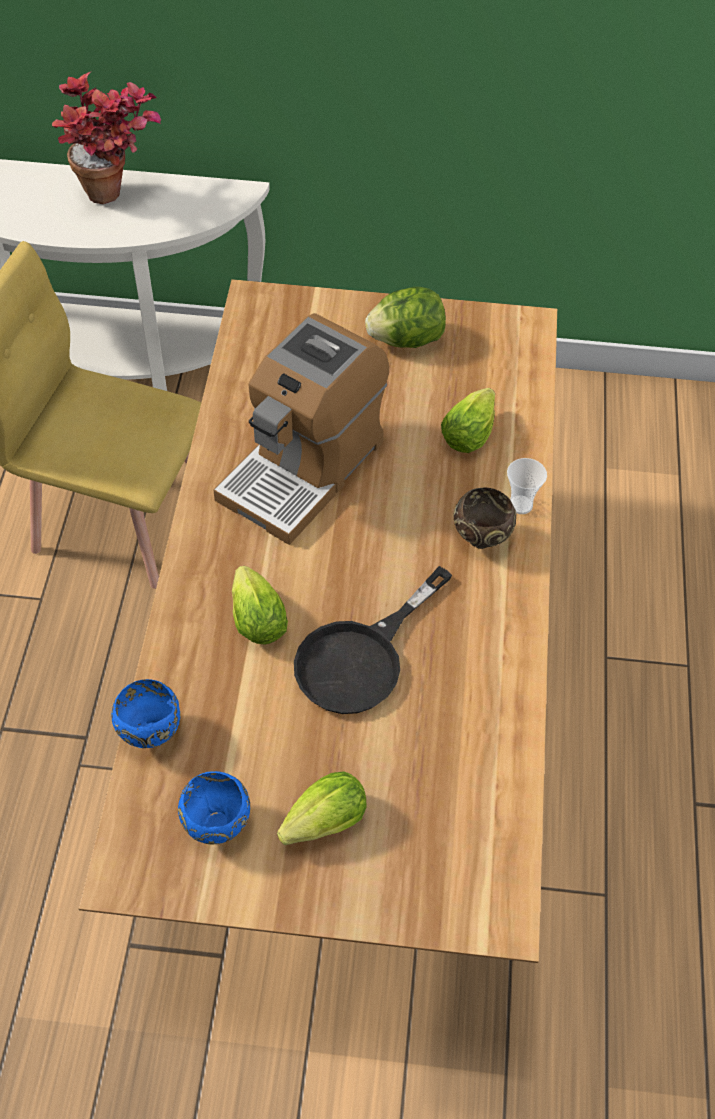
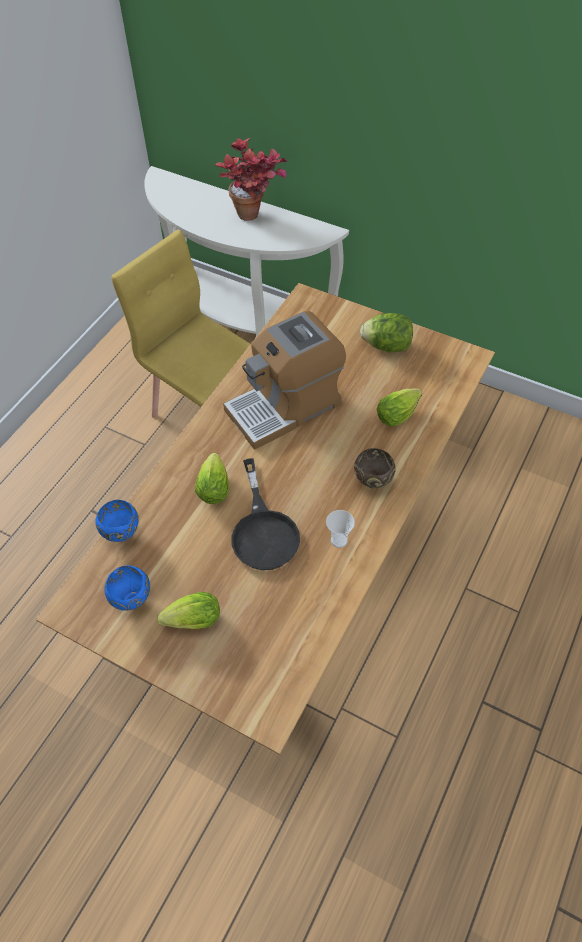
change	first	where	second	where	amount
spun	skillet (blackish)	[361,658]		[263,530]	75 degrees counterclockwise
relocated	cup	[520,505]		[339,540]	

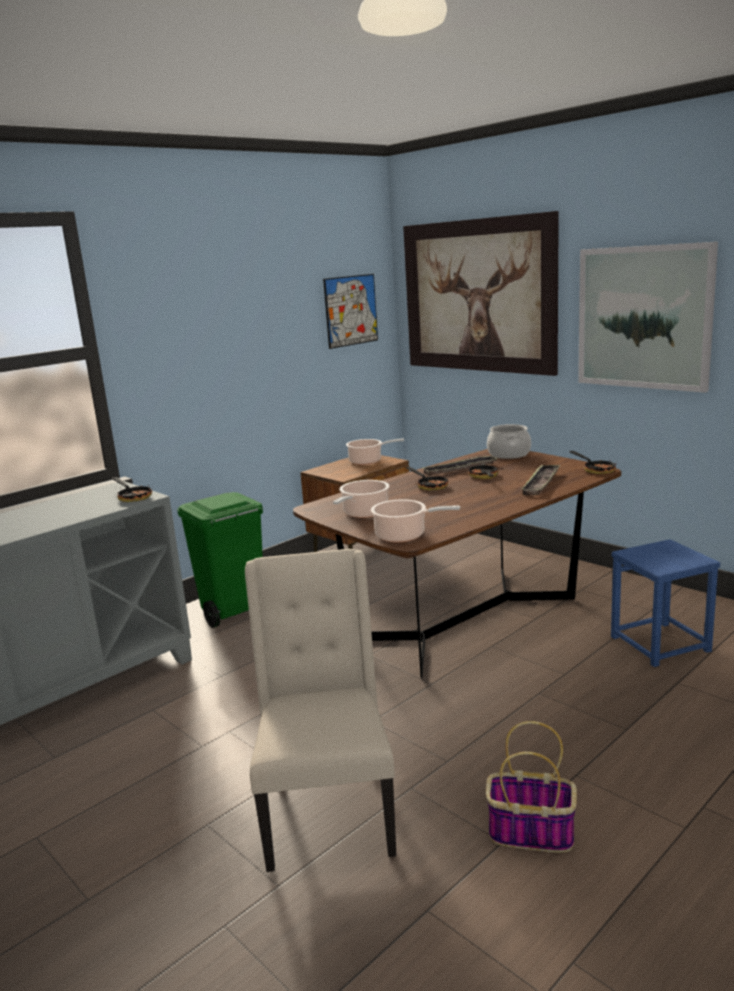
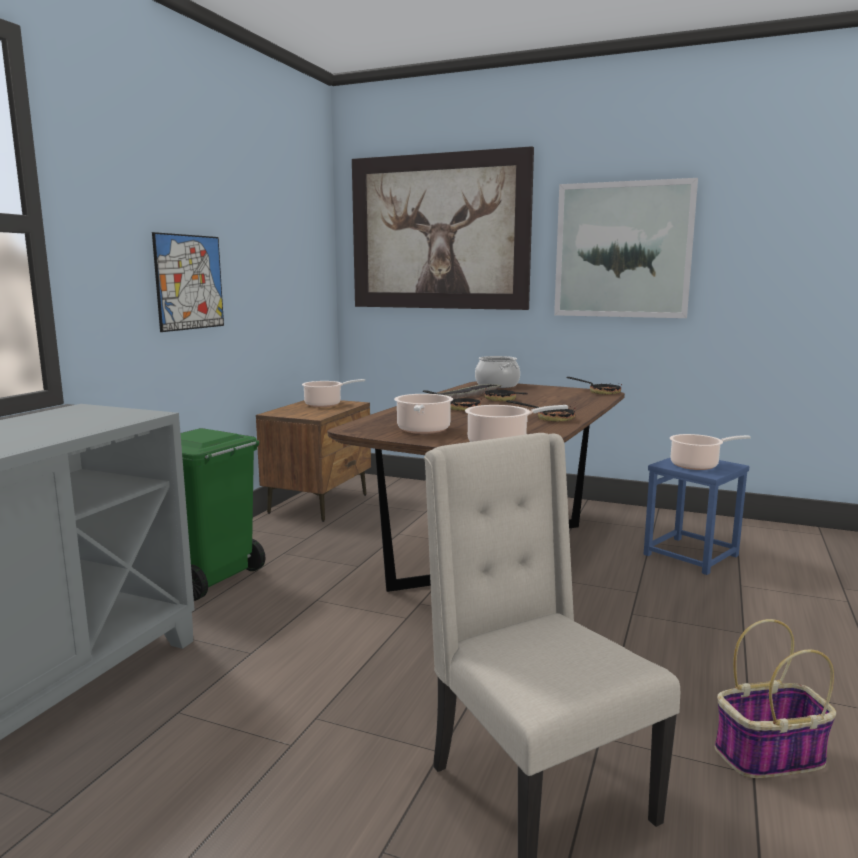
change	first	where	second	where	amount
relocated	skillet	[133,497]		[549,418]	
relocated	picture	[351,310]		[189,282]	
missing	tray	[541,483]			
appeared			stockpot	[697,465]	

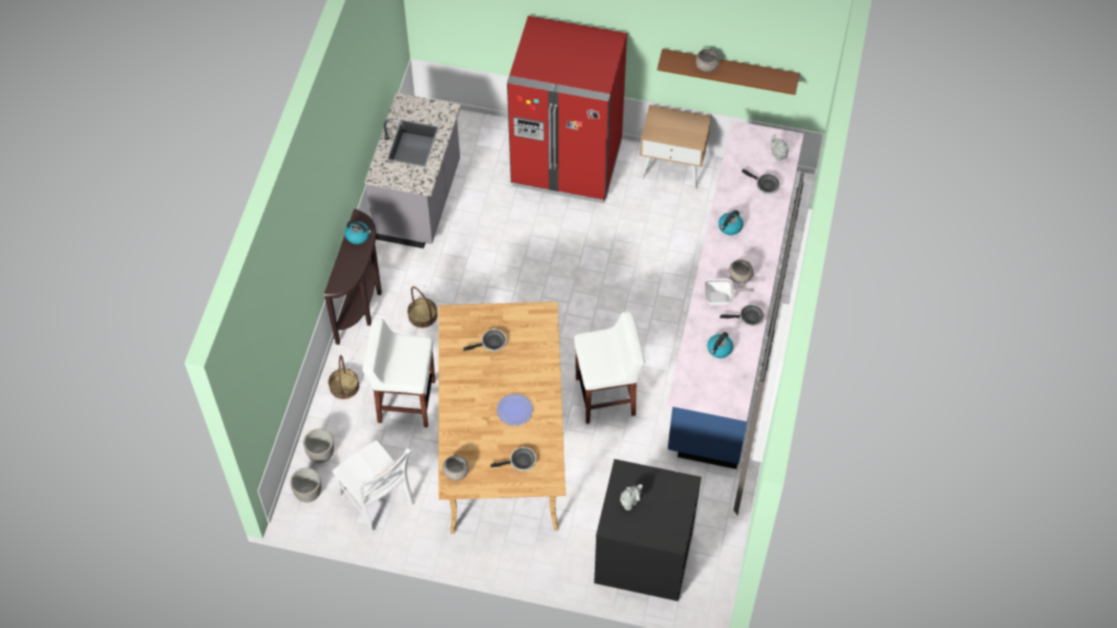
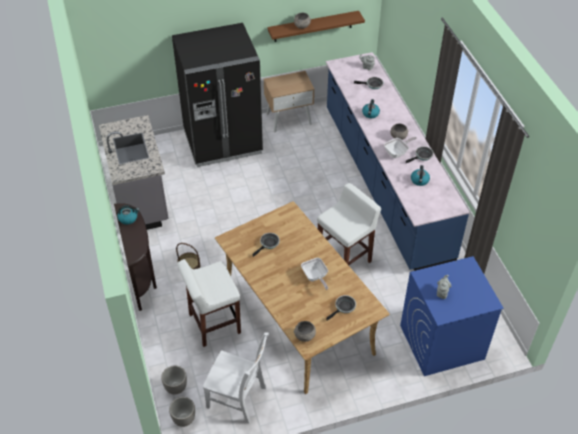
change	first	where	second	where	amount
missing	household basket	[344,386]			
exchanged	flat dish	[514,410]	skillet	[315,277]	
colour	fridge (reddish)	[566,164]	fridge (blackish)	[223,142]	
colour	laundry appliance (blackish)	[643,555]	laundry appliance (bluish)	[441,342]	

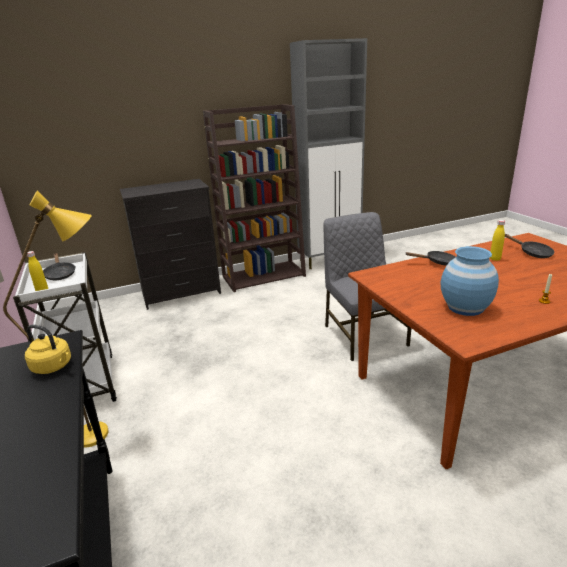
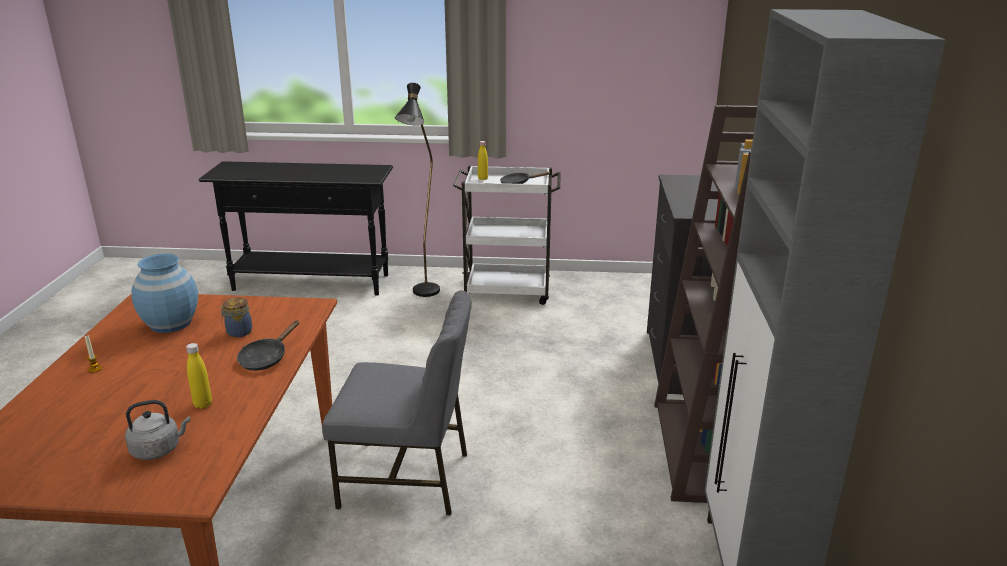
change	first	where	second	where	amount
colour	floor lamp (yellowish)	[104,431]	floor lamp (blackish)	[424,295]	
missing	water kettle (yellowish)	[53,367]			
exchanged	skillet (blackish)	[532,253]	water kettle (grey)	[159,449]	
appeared			preserve jar	[238,332]	

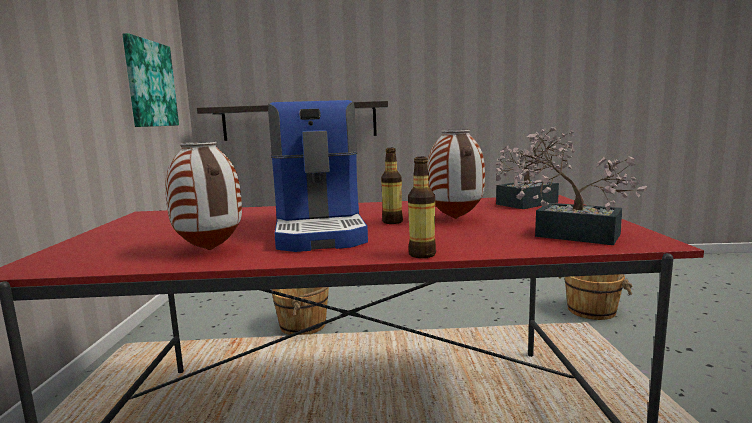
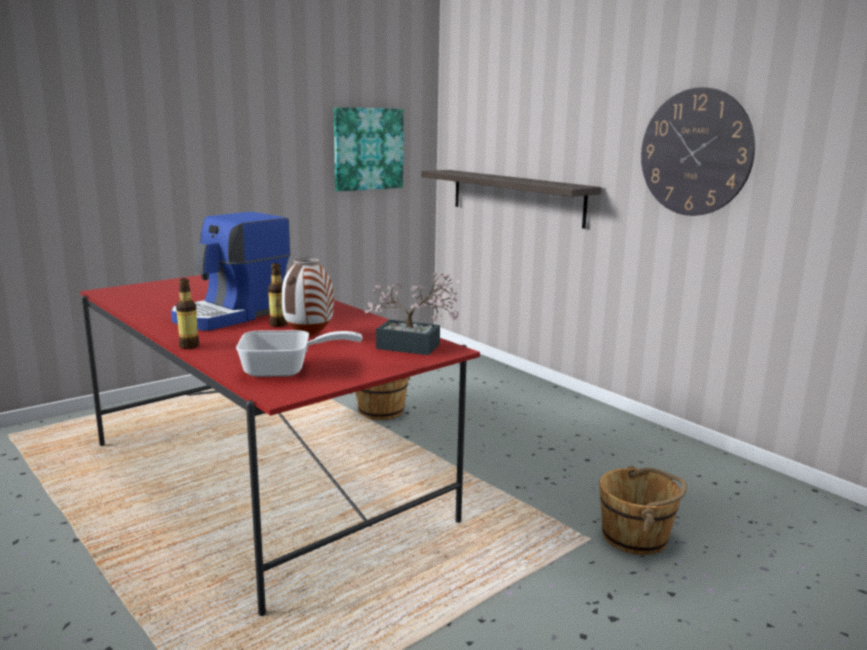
change	first	where	second	where	amount
missing	decorative vase	[211,250]			
exchanged	plant in a pot	[567,234]	skillet	[286,370]	
appeared			hanging clock	[695,152]	

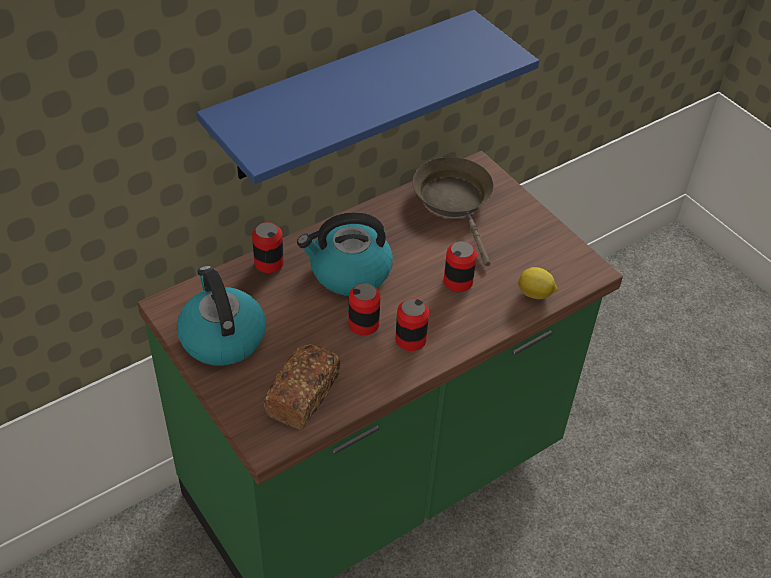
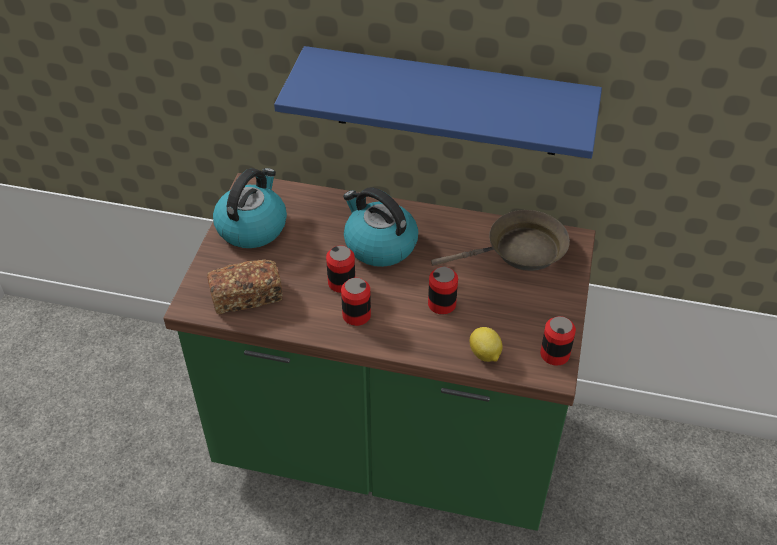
change	first	where	second	where	amount
relocated	metal can	[269,263]		[554,354]	
spun	skillet (brownish)	[455,202]		[519,251]	45 degrees clockwise

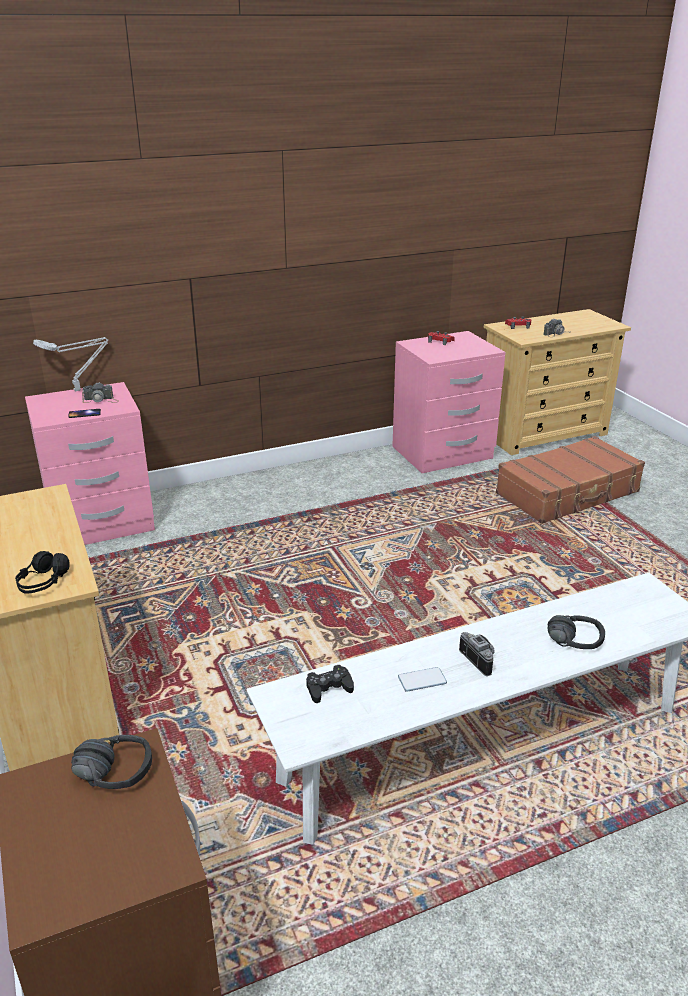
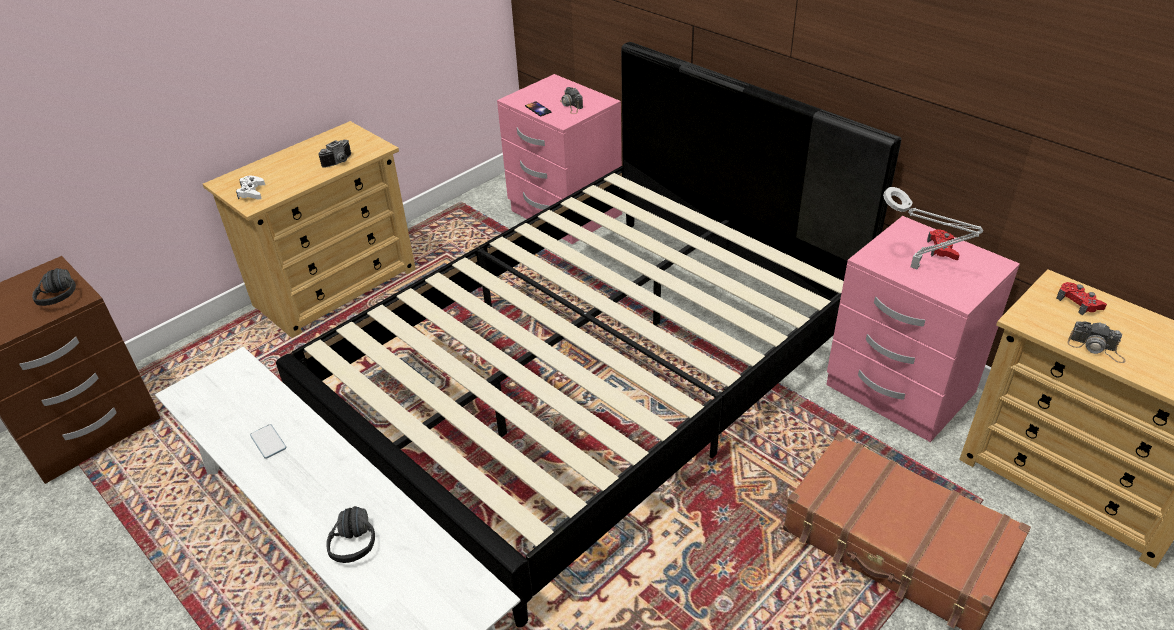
change	first	where	second	where	amount
exchanged	headphones (blackish)	[43,582]	joypad (white)	[252,192]	
relocated	table lamp (grey)	[79,390]		[918,268]	
missing	joypad (blackish)	[329,688]			
relocated	photo camera	[481,660]		[340,162]	
appeared			bed (blackish)	[591,378]	

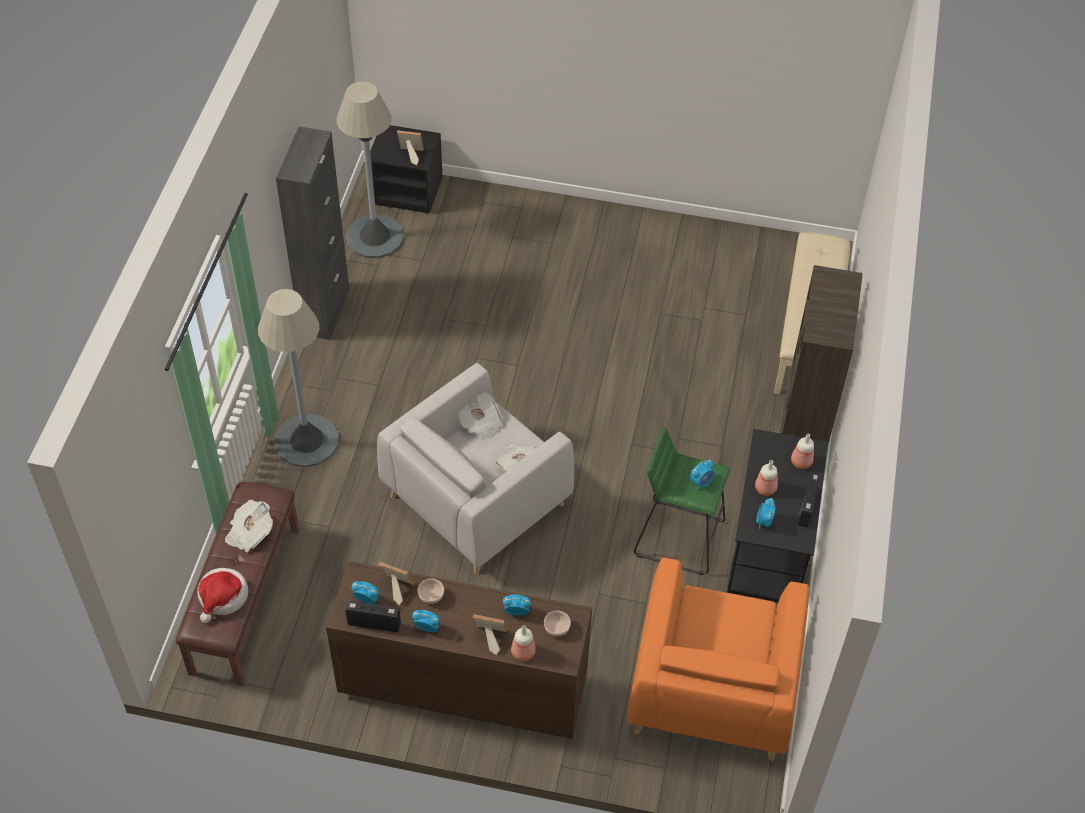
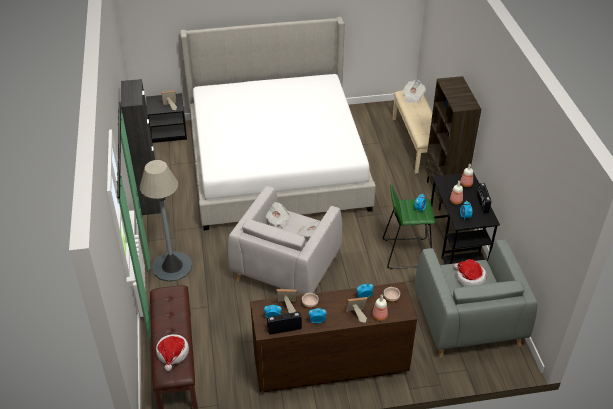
change	first	where	second	where	amount
relocated	newspaper	[249,533]		[412,97]	
missing	floor lamp (grey)	[374,237]			
colour	armchair (orangey)	[712,689]	armchair (grey)	[468,321]	
appeared			bed	[276,163]	
appeared			wearable hat	[469,278]	

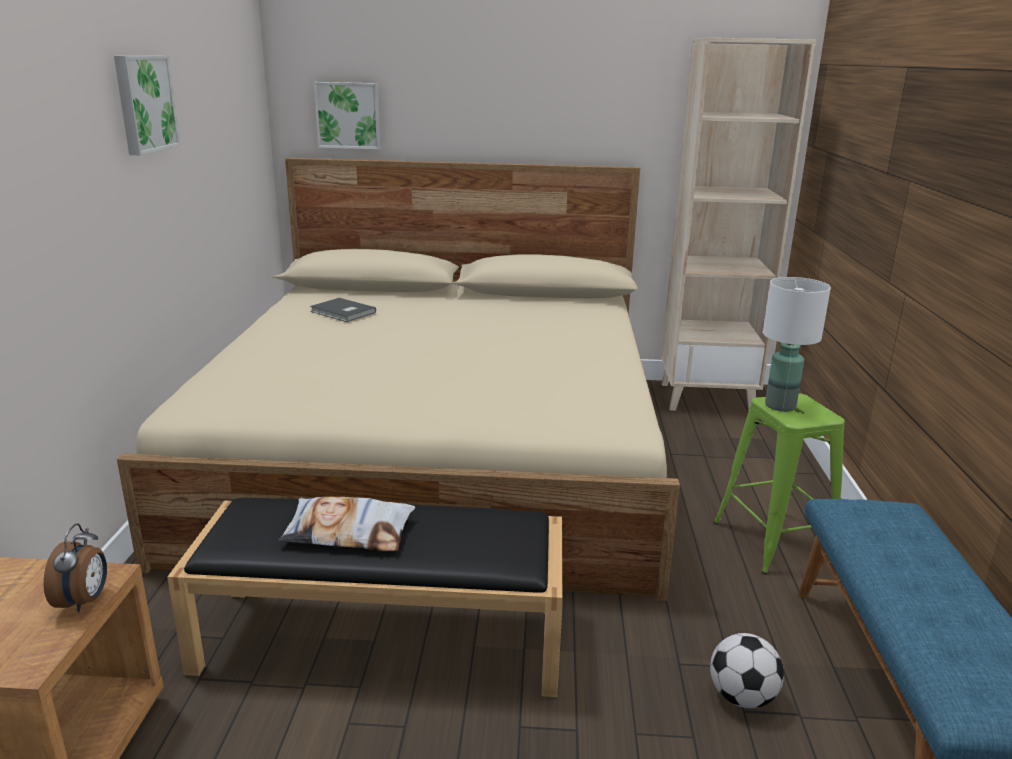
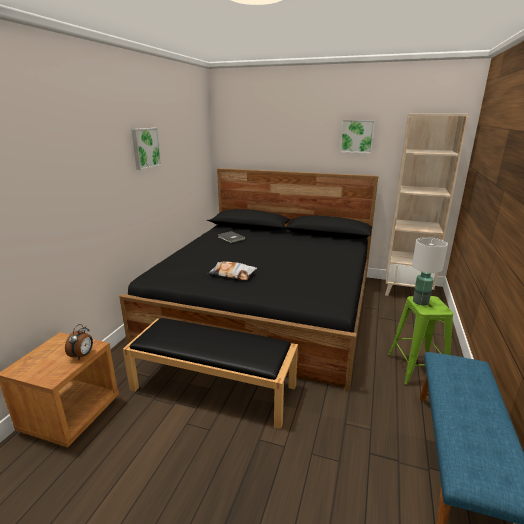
change	first	where	second	where	amount
colour	bed (beige)	[439,452]	bed (blackish)	[267,305]	
relocated	cushion	[349,532]		[232,274]	
relocated	picture	[348,115]		[357,136]	
missing	football ball	[741,697]			

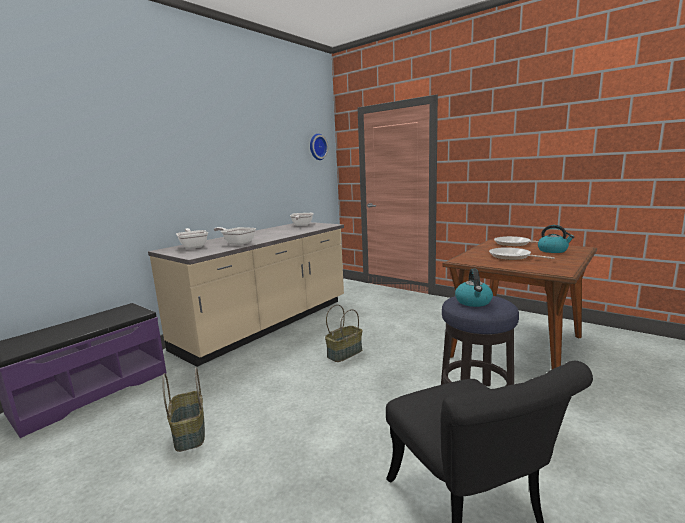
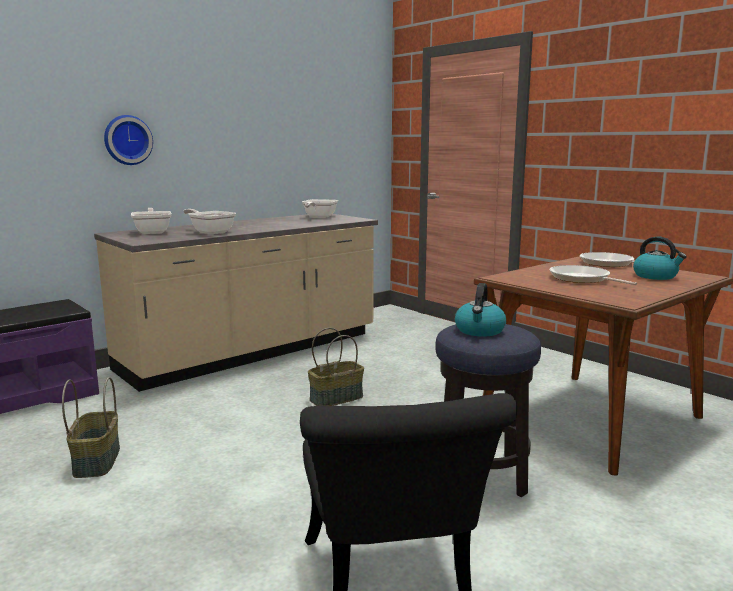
change	first	where	second	where	amount
relocated	hanging clock	[317,147]		[127,140]	

